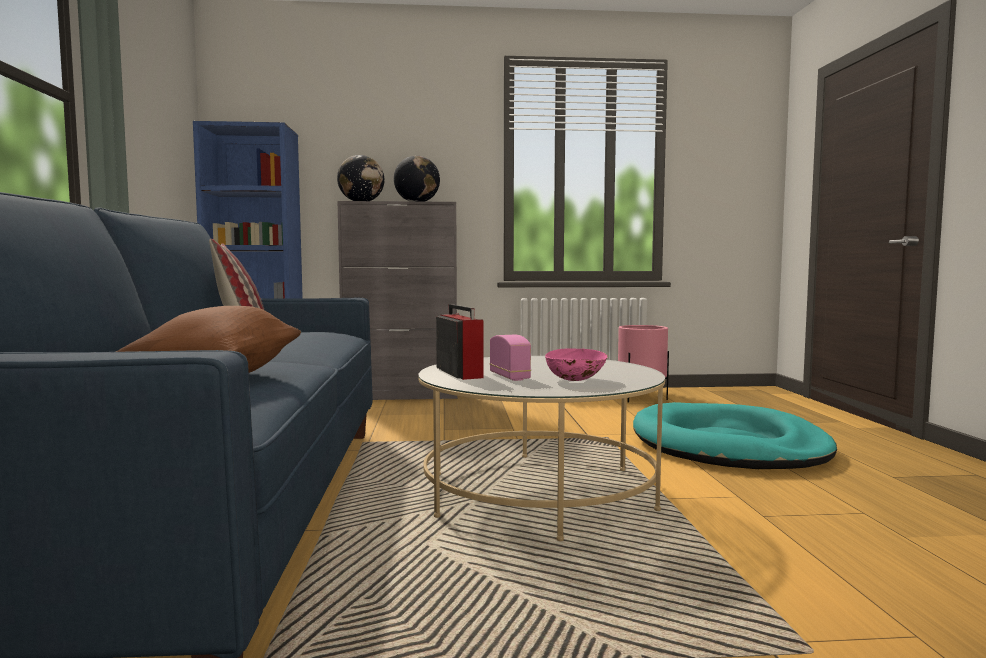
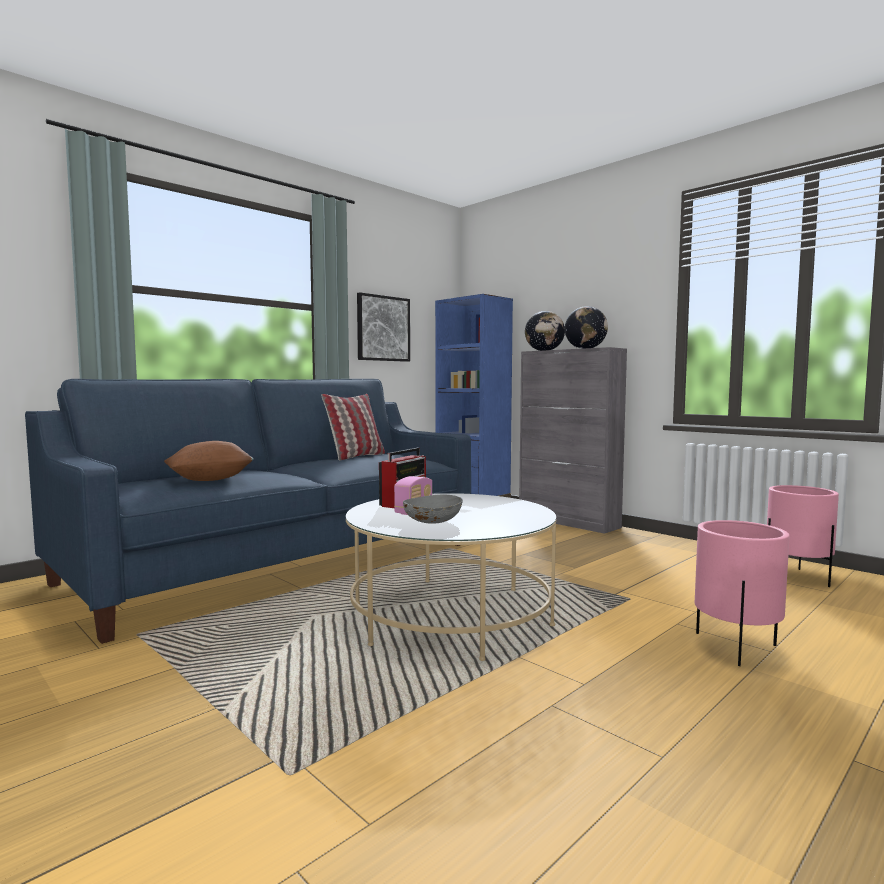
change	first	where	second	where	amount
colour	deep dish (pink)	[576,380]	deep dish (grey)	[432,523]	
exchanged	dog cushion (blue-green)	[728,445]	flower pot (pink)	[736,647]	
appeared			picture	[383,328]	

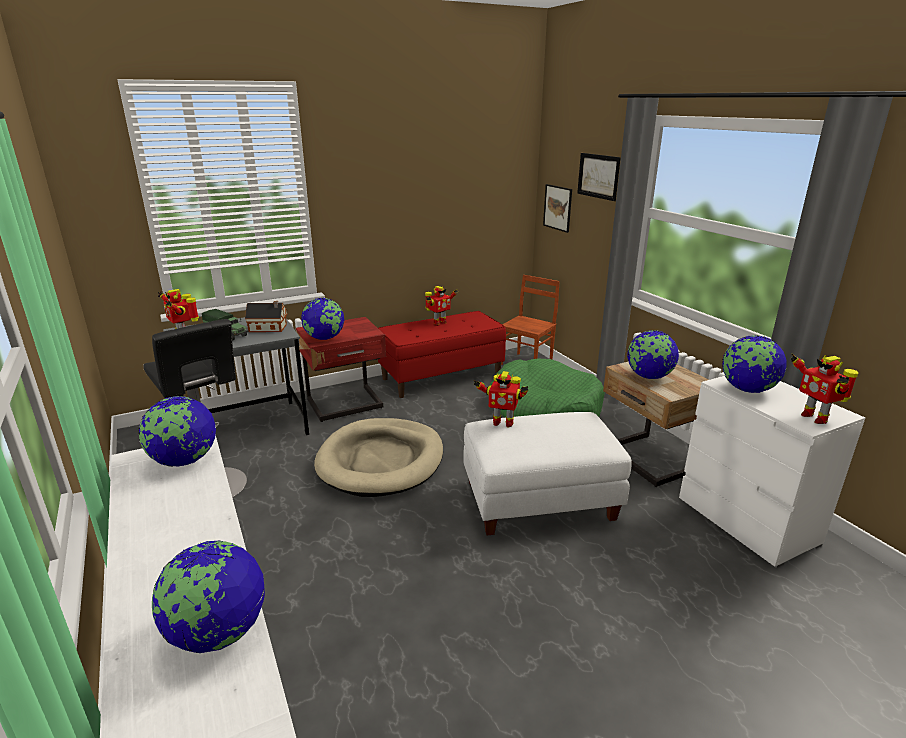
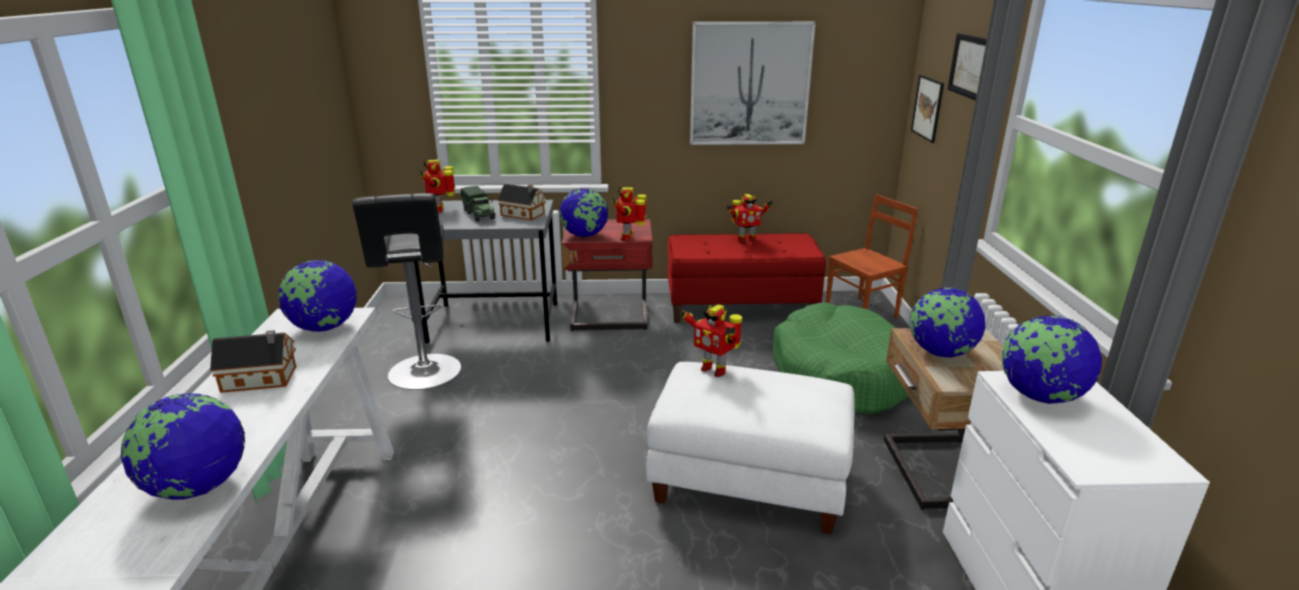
change	first	where	second	where	amount
missing	dog cushion (beige)	[381,461]			
relocated	robot figure	[814,417]		[628,237]	
appeared			model house	[262,379]	
appeared			picture	[750,84]	

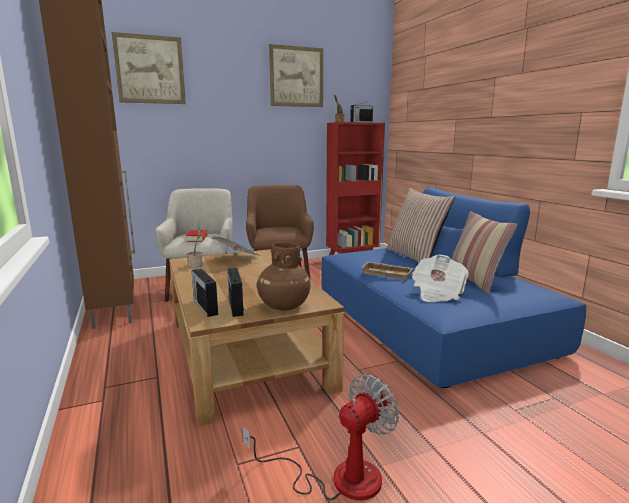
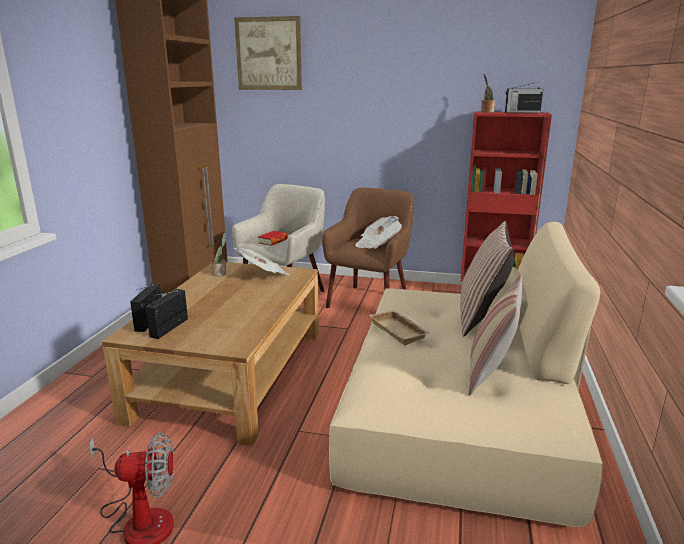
change	first	where	second	where	amount
missing	decorative vase (brownish)	[283,306]			
missing	picture	[296,77]			
colour	couch (bluish)	[430,322]	couch (beige)	[459,407]	
relocated	newspaper	[437,293]		[377,244]	

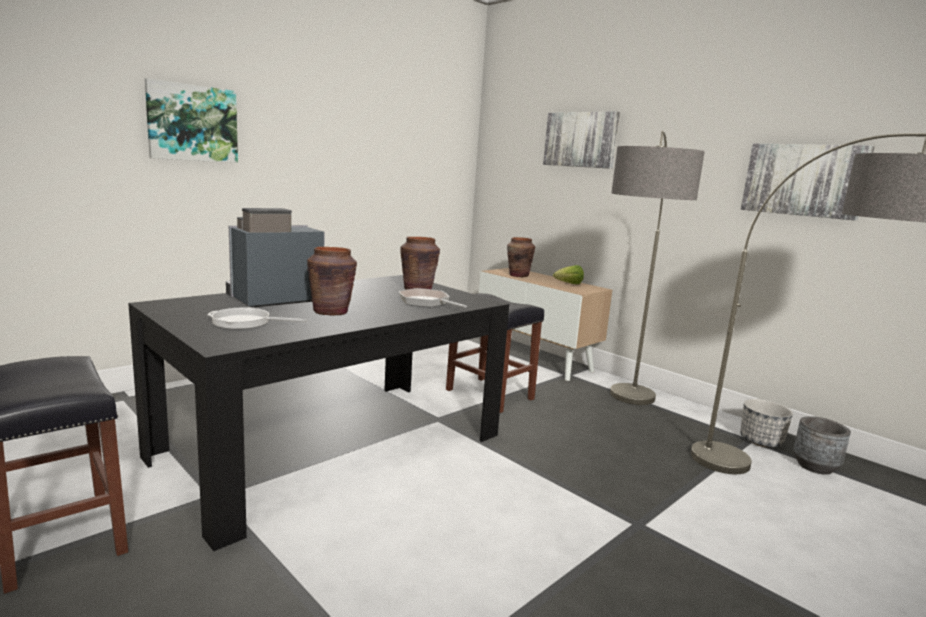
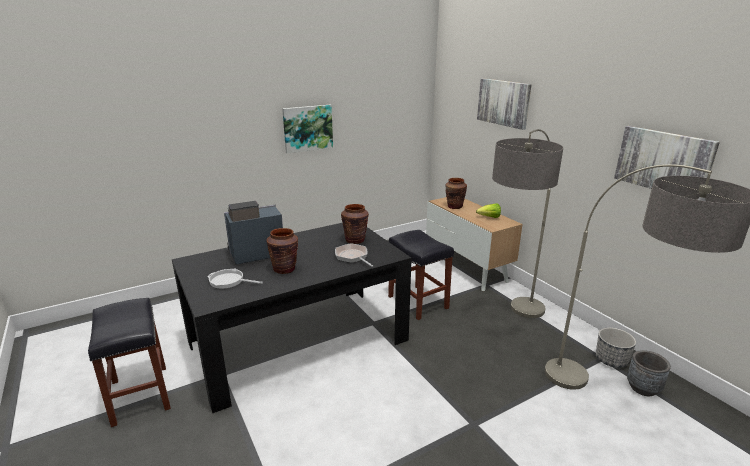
change	first	where	second	where	amount
relocated	picture	[192,123]		[307,128]	

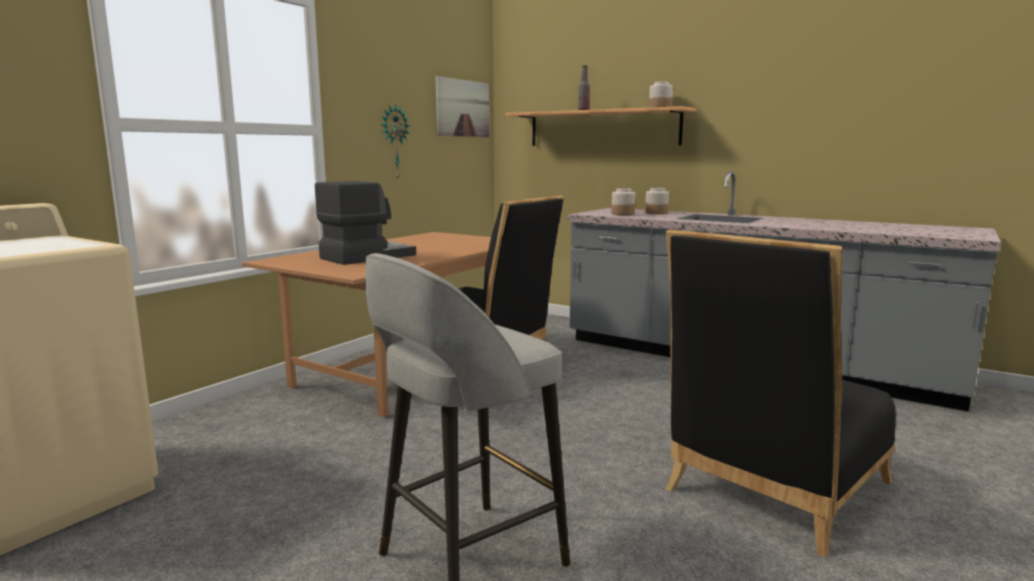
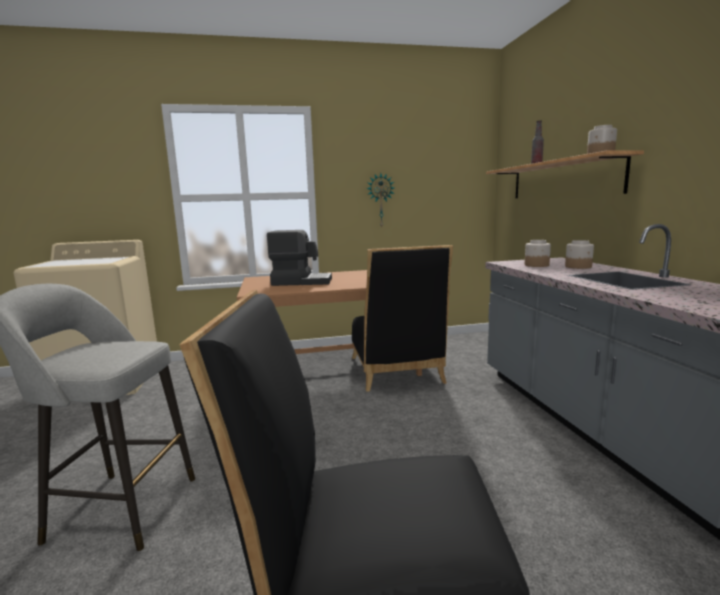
change	first	where	second	where	amount
missing	picture	[462,108]			

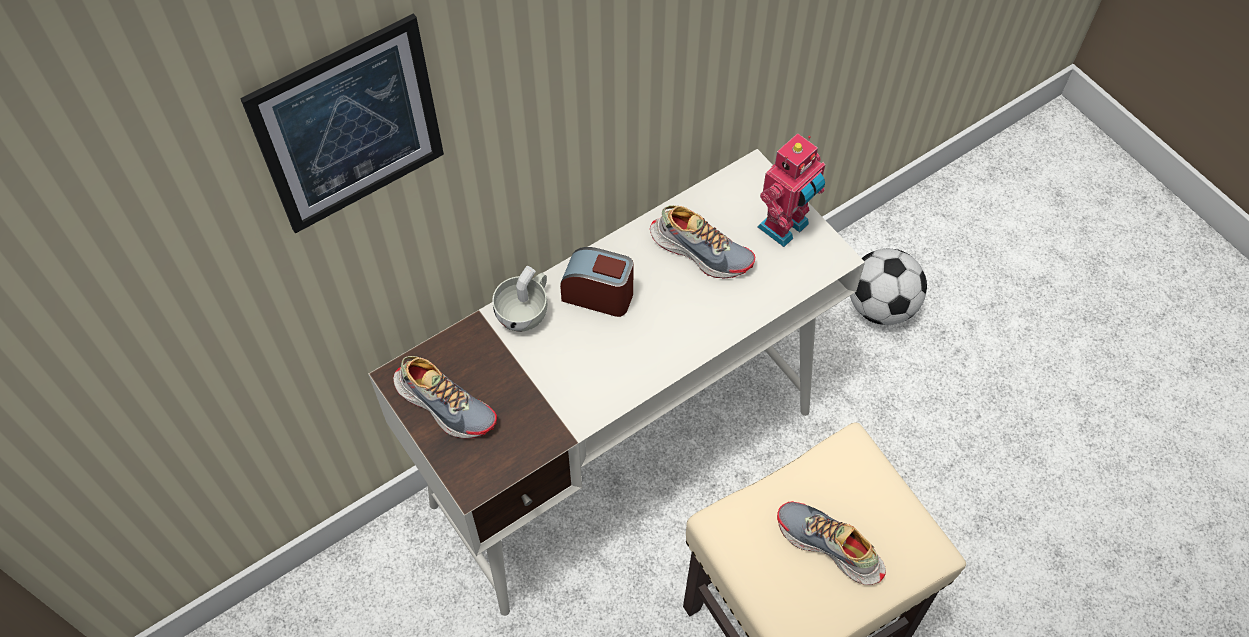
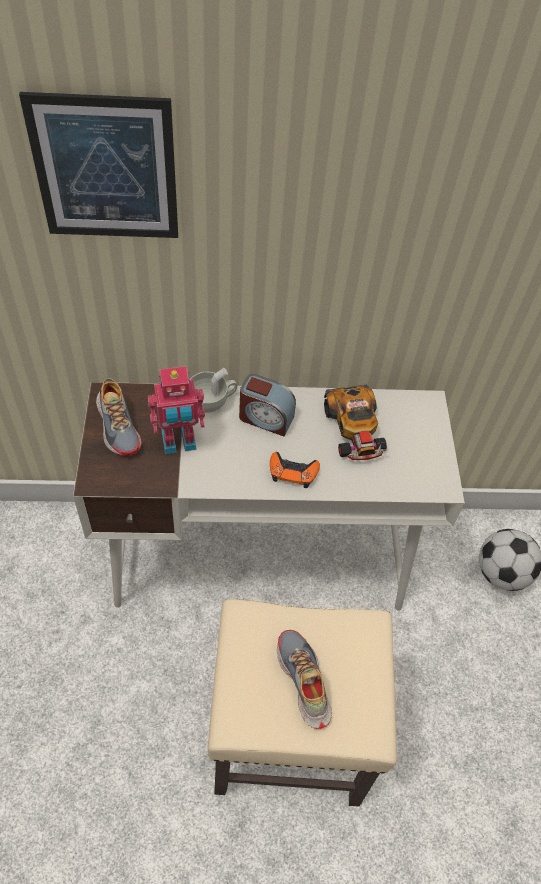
change	first	where	second	where	amount
spun	bedside clock	[598,295]		[265,418]	150 degrees clockwise
exchanged	low shoe	[701,250]	miniature car	[354,430]	
relocated	robot figure	[786,227]		[179,442]	
appeared			joypad (orangey)	[293,472]	

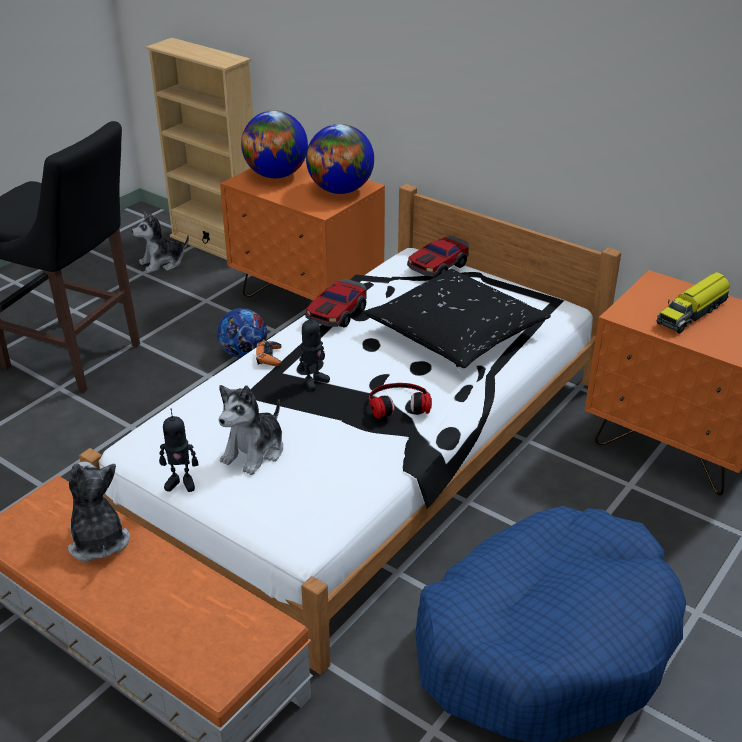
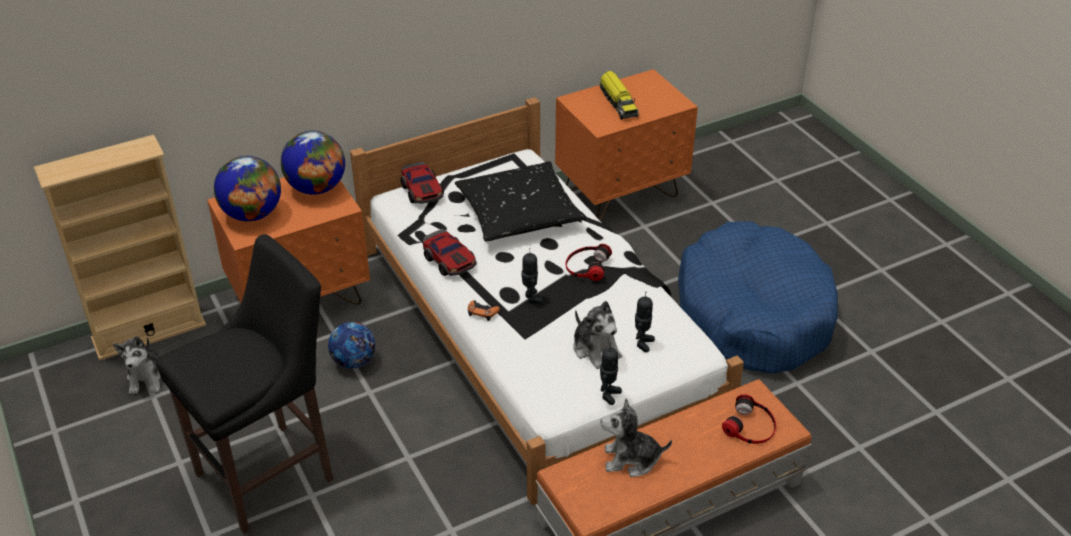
change	first	where	second	where	amount
appeared			robot figure	[642,343]	
appeared			headphones	[751,426]	

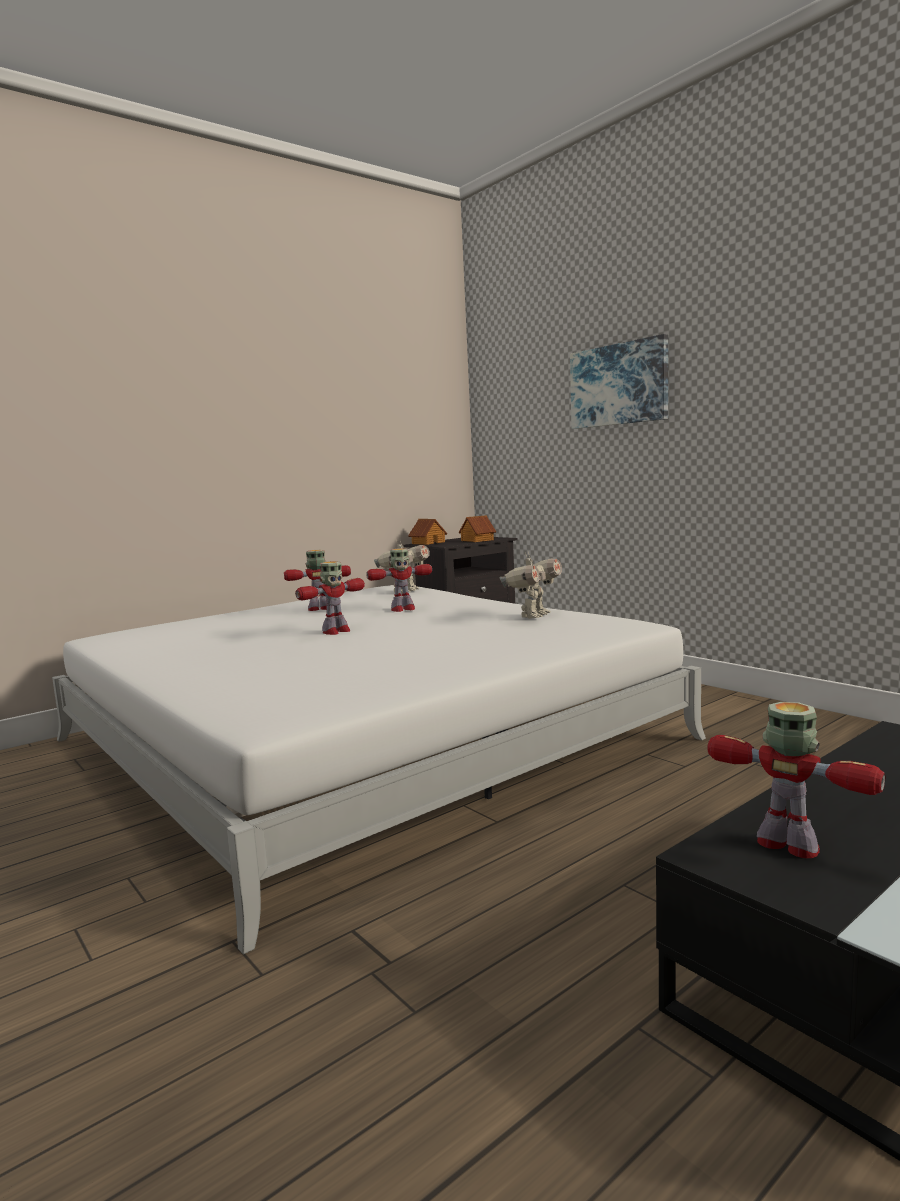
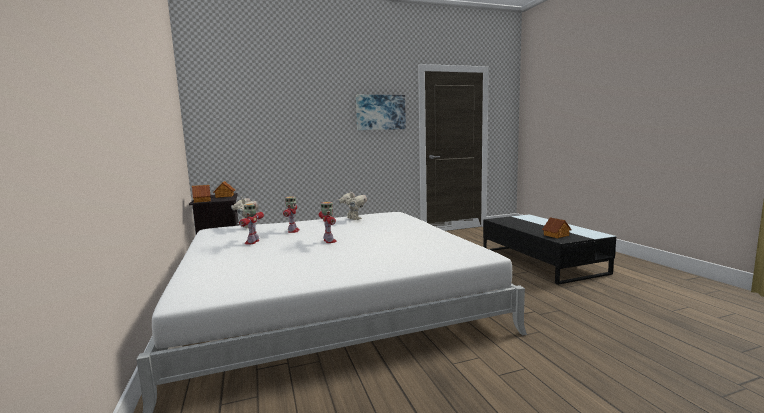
change	first	where	second	where	amount
relocated	picture	[619,384]		[380,112]	
exchanged	robot figure	[789,846]	model house	[556,235]	

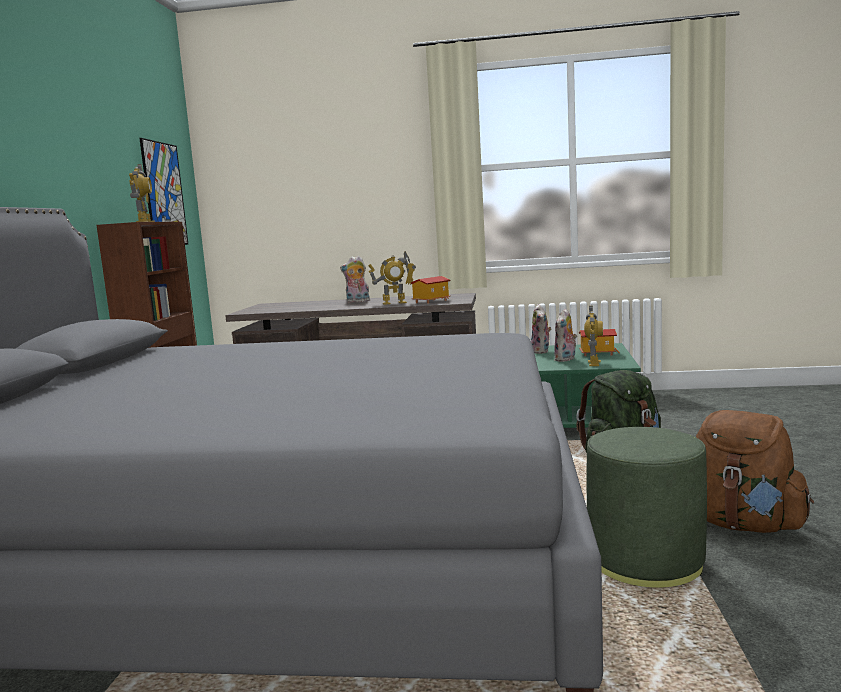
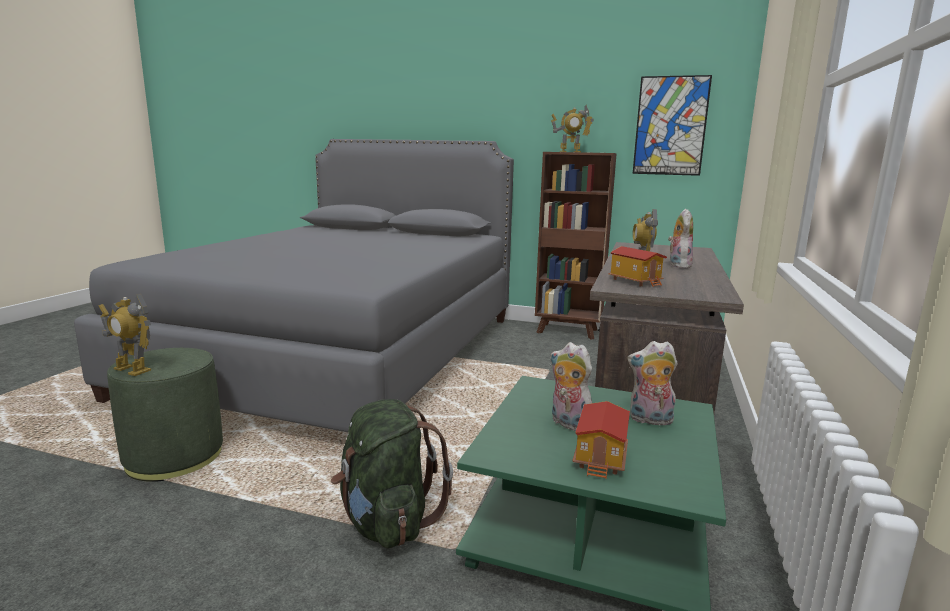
change	first	where	second	where	amount
relocated	robot figure	[594,363]		[132,369]	
missing	rucksack (brownish)	[742,524]			

